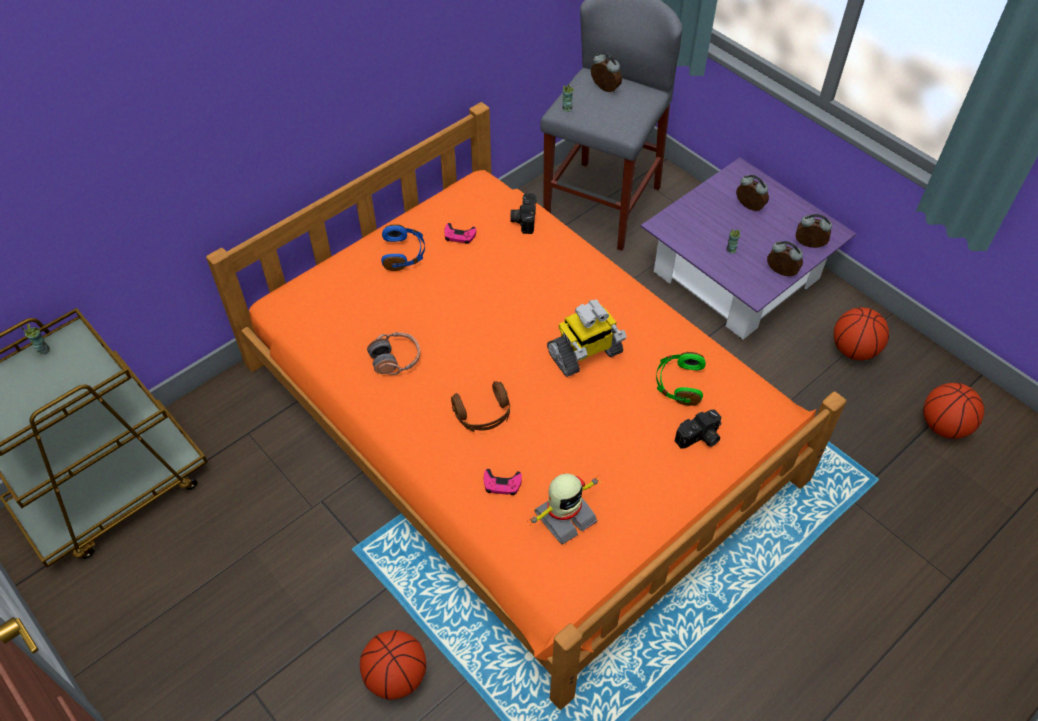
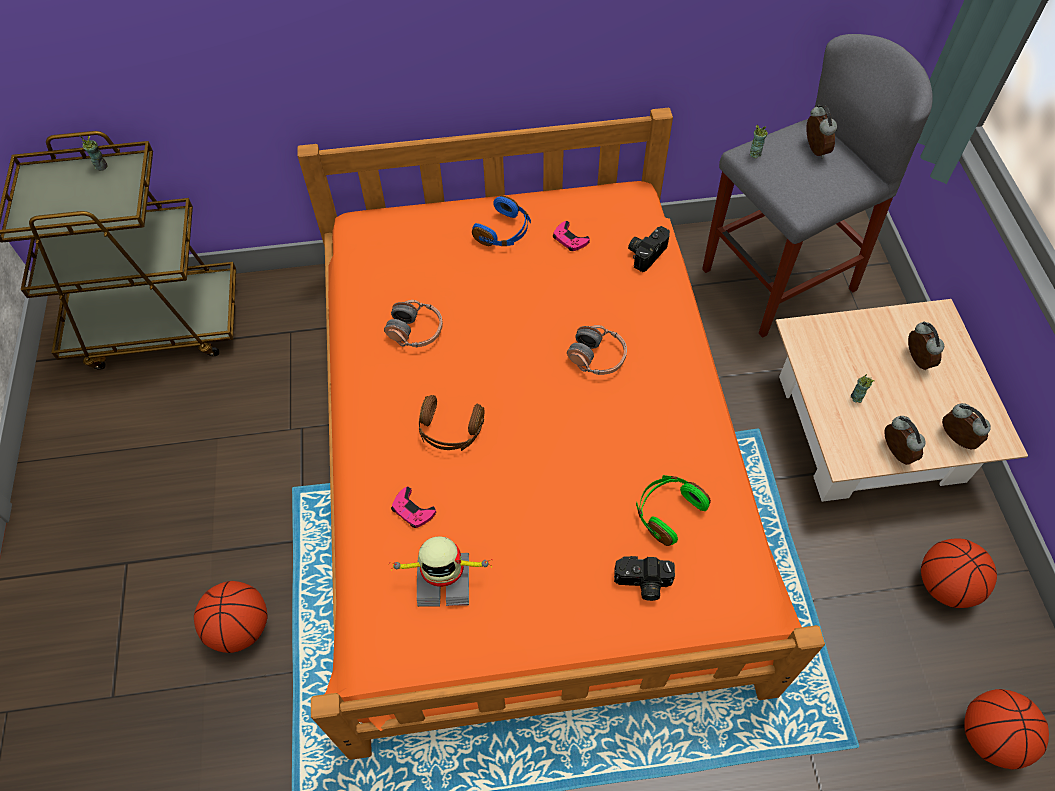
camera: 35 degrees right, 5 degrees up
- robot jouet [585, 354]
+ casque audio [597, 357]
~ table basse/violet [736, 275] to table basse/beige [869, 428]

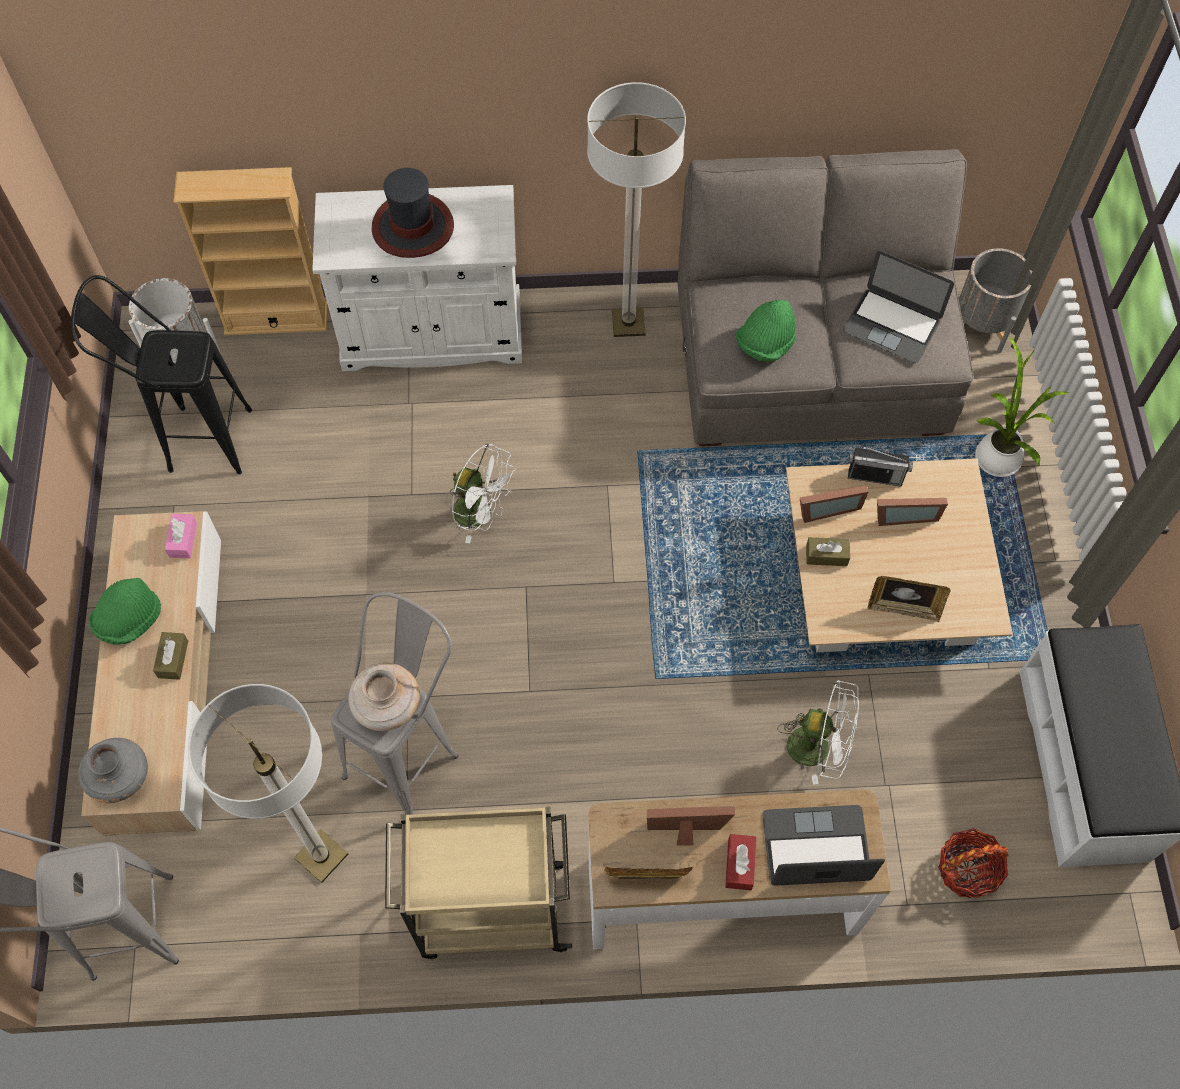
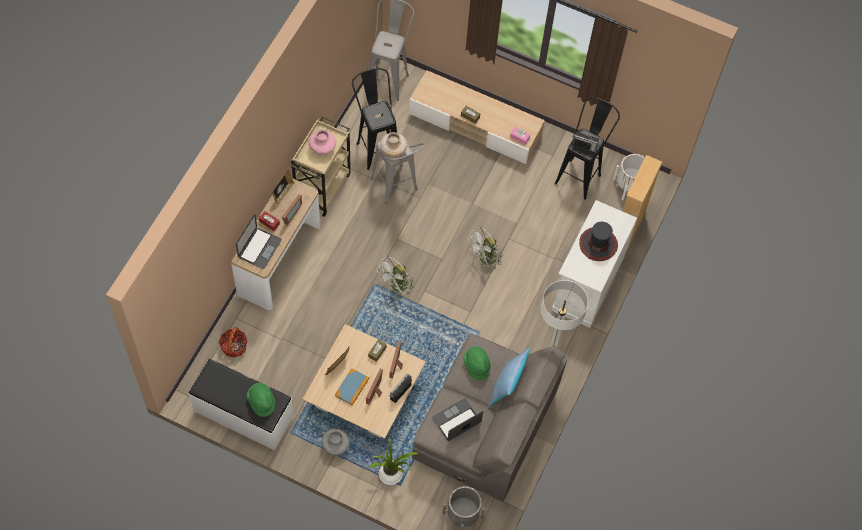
camera: 115 degrees right, 0 degrees up
+ vase/rose [323, 148]
+ livre [352, 387]
+ coussin [507, 387]
+ radio [584, 146]
~ vase/gris [121, 778] to [336, 446]
~ chapeau/vert [129, 620] to [261, 402]
~ ventilateur/blanc [818, 747] to [396, 286]
~ lampadaire [321, 856] to tabouret/noir [376, 146]

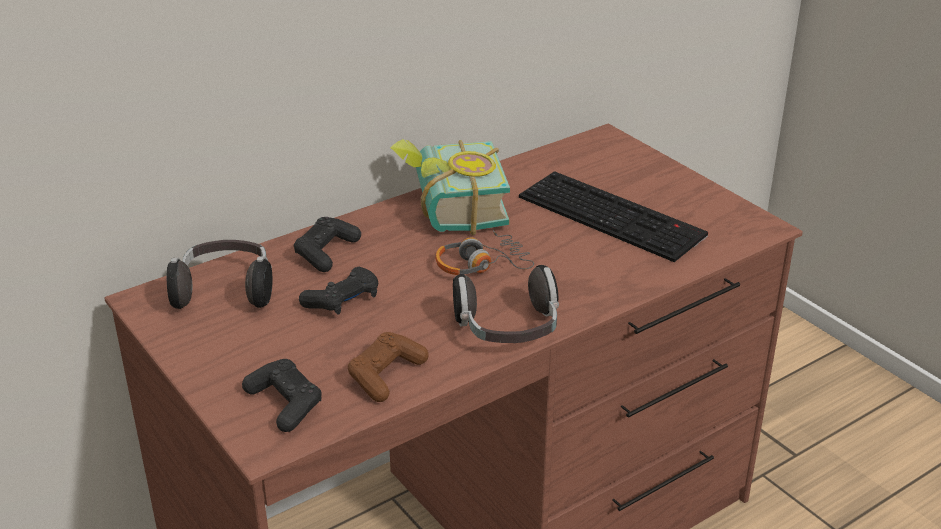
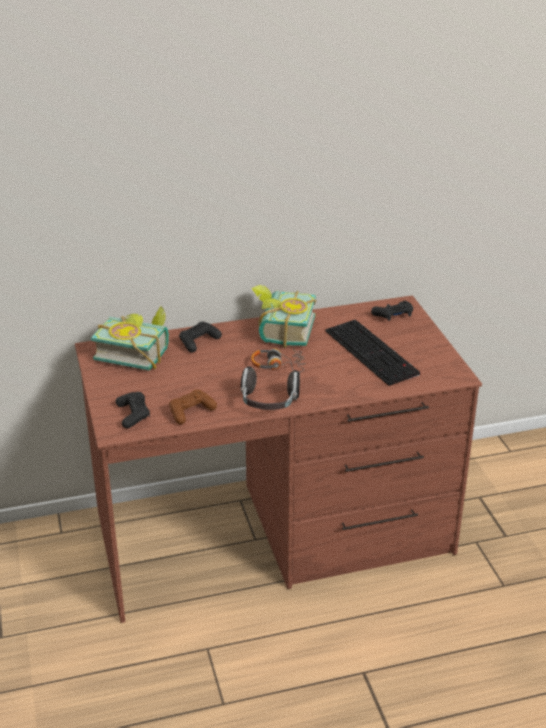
camera: 20 degrees right, 0 degrees up
~ manette/noir [343, 301] to [393, 315]
~ casque audio [225, 291] to livre [135, 352]

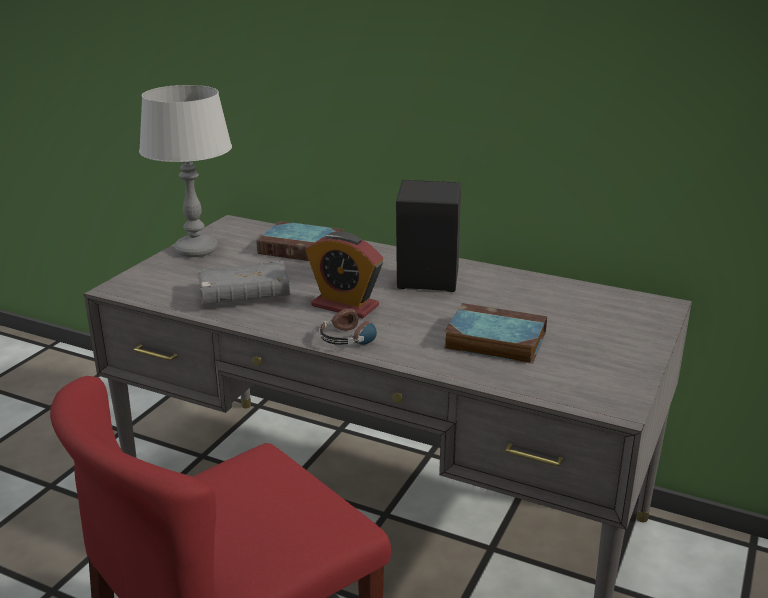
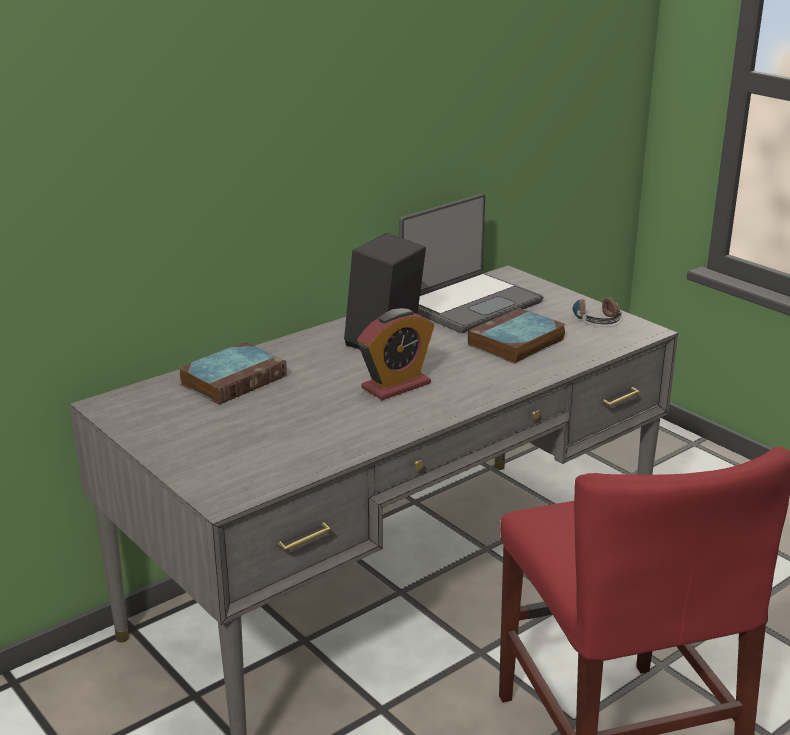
camera: 65 degrees left, 0 degrees up
- lampe de table/gris [196, 250]
- livre/gris [244, 296]
+ ordinateur portable [469, 304]
~ casque audio [355, 336] to [595, 317]

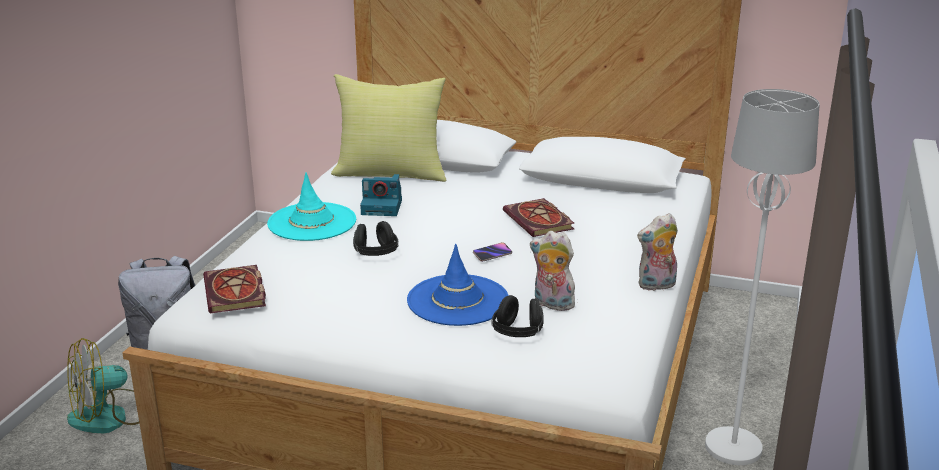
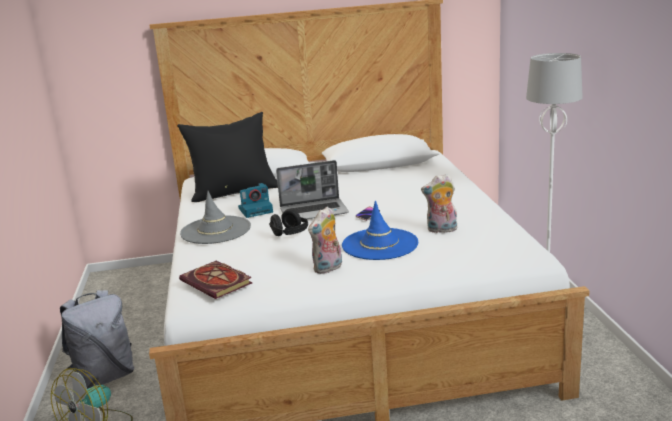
camera: 25 degrees left, 5 degrees down
- casque audio/noir [518, 333]
- livre [540, 221]
+ ordinateur portable [314, 211]
~ peluche [656, 286] to [328, 268]
~ chapeau/turquoise [312, 222] to chapeau/gris [216, 230]
~ coussin/jaune [391, 173] to coussin/noir [234, 191]

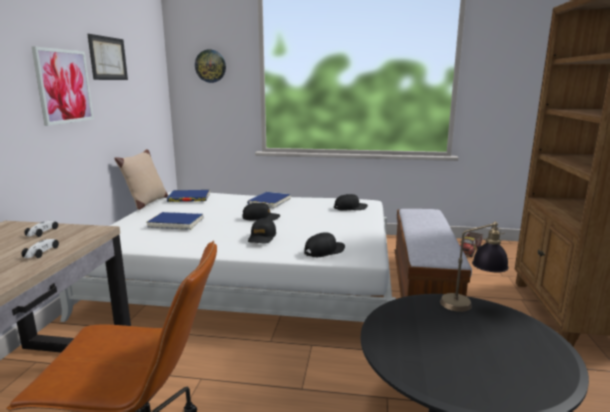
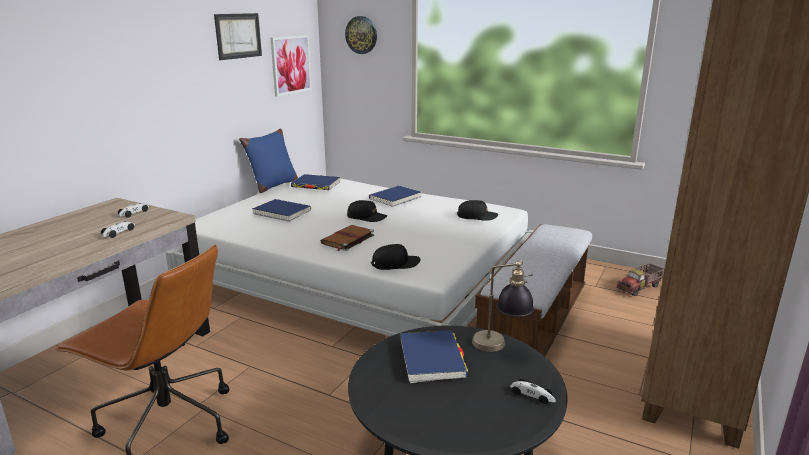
camera: 20 degrees right, 5 degrees up
+ livre/bleu [432, 359]
+ petite voiture [532, 395]
~ tableau [64, 86] to [291, 65]
~ casquette/noir [262, 237] to livre/marron [347, 240]
~ coussin/beige [146, 203] to coussin/bleu [273, 186]

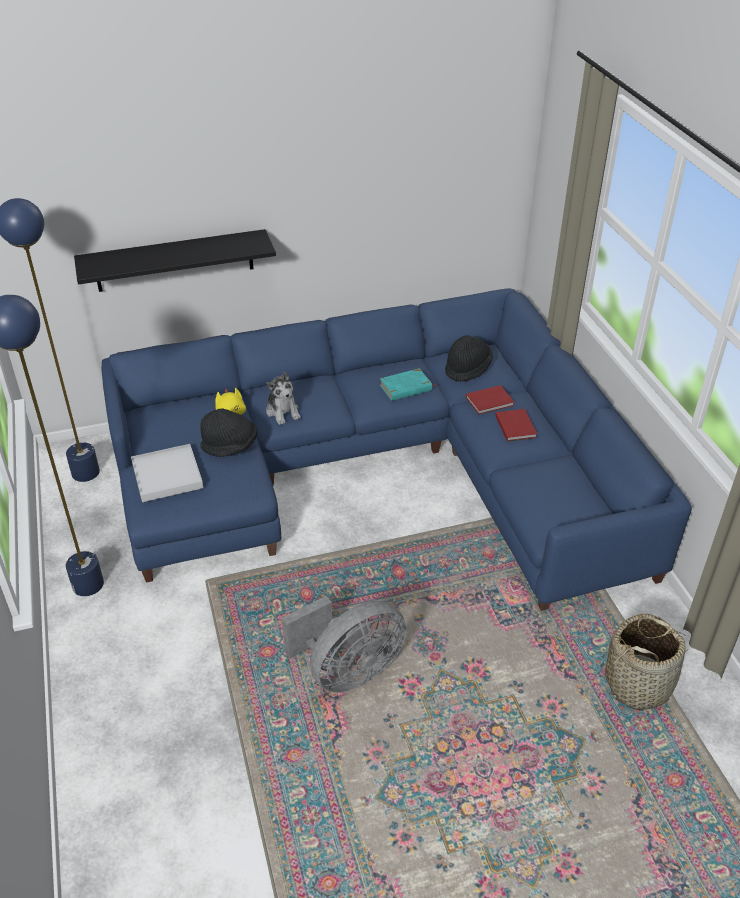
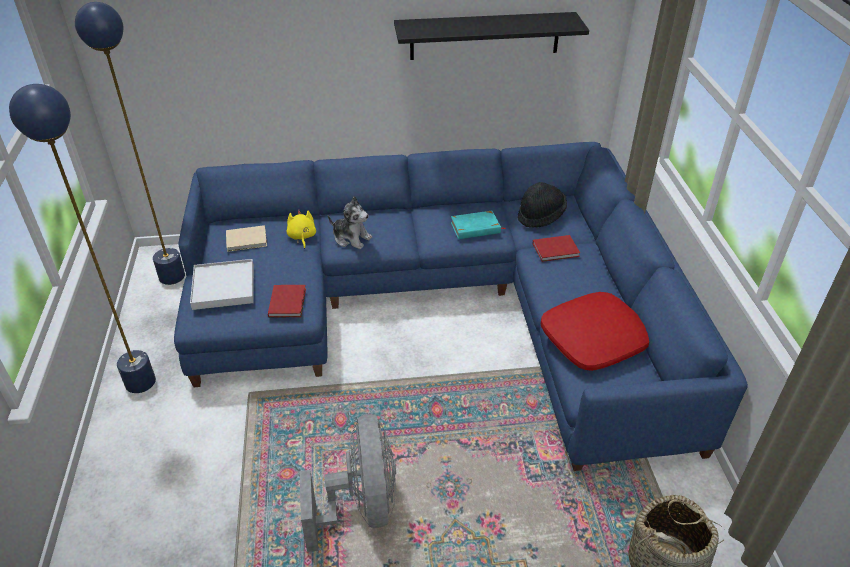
camera: 10 degrees right, 0 degrees up
- chapeau/noir [230, 446]
+ livre/beige [247, 240]
+ coussin/rouge [593, 339]
~ étagère/noir [174, 261] to [485, 36]
~ livre/rouge [516, 426] to [288, 302]
~ peluche [283, 411] = [351, 238] 45 degrees counterclockwise
~ ventilateur/gris [348, 671] = [361, 506] 75 degrees counterclockwise

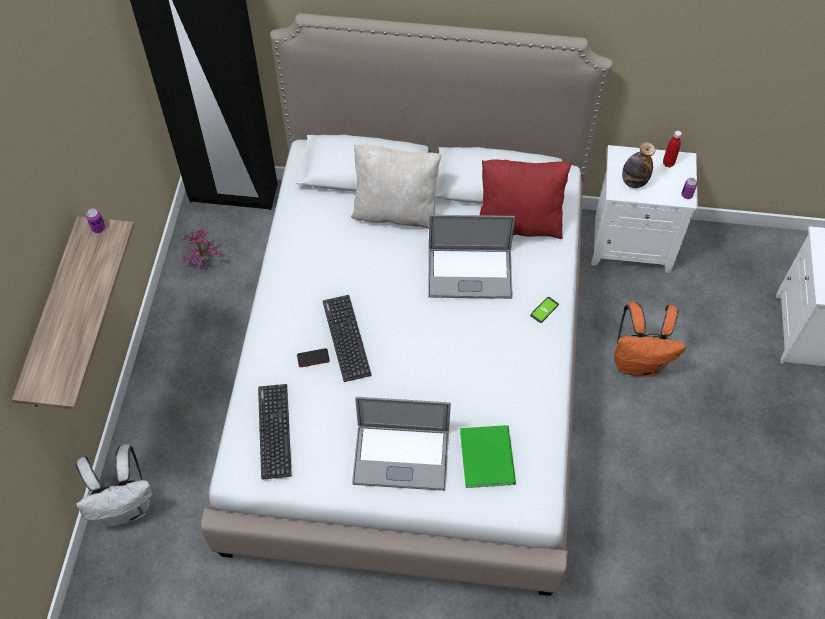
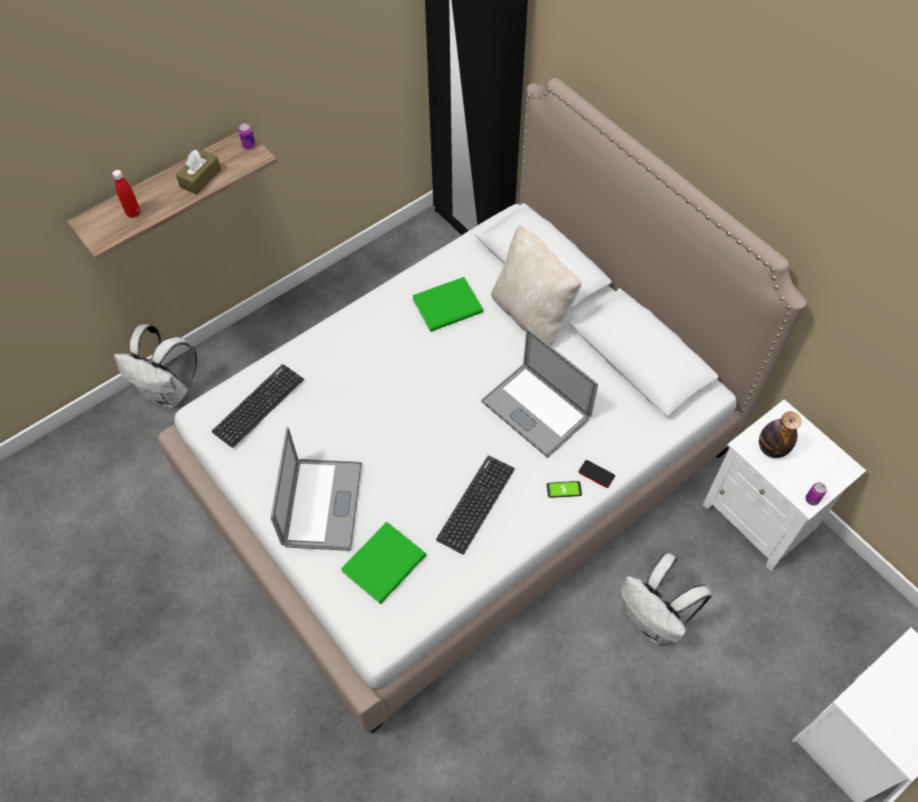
camera: 45 degrees right, 0 degrees up
- plante en pot [204, 262]
- coussin/rouge [519, 223]
+ boîte à mouchoirs/marron [200, 178]
+ livre/vert [450, 306]
~ téléphone [313, 358] to [596, 474]
~ clavier [346, 338] to [476, 504]
~ bouteille/rouge [668, 163] to [133, 213]
~ sac à dos/orange [638, 363] to sac à dos/blanc [654, 620]
~ ordinateur portable [401, 457] = [322, 504] 135 degrees counterclockwise

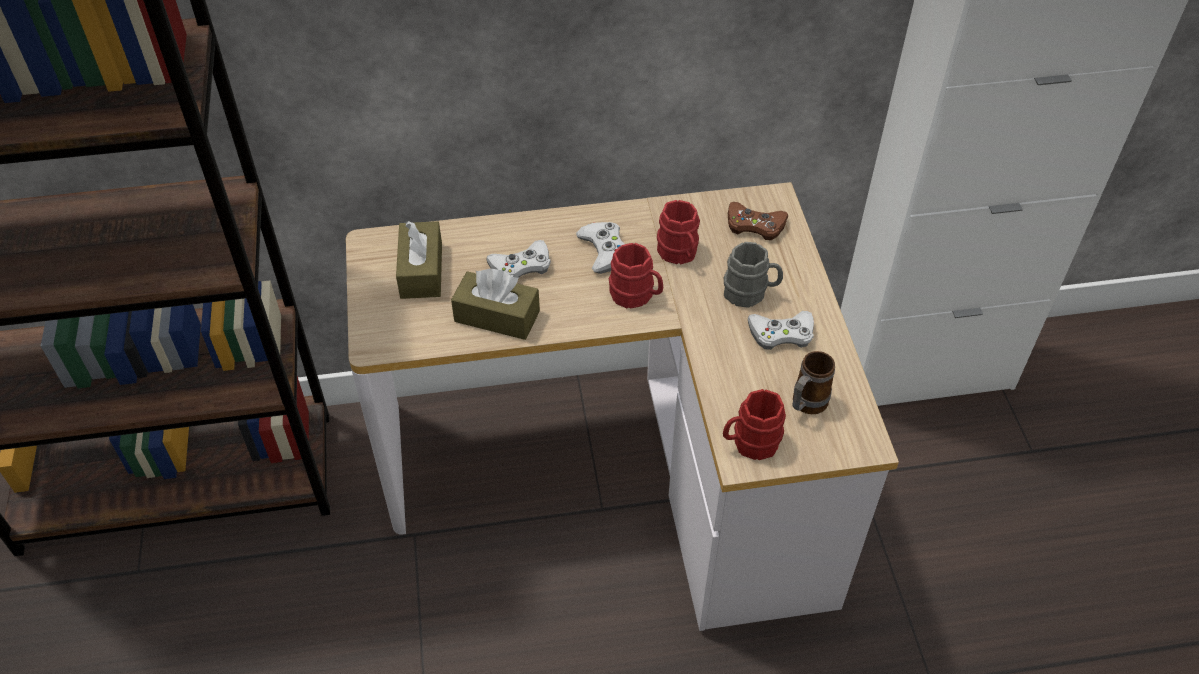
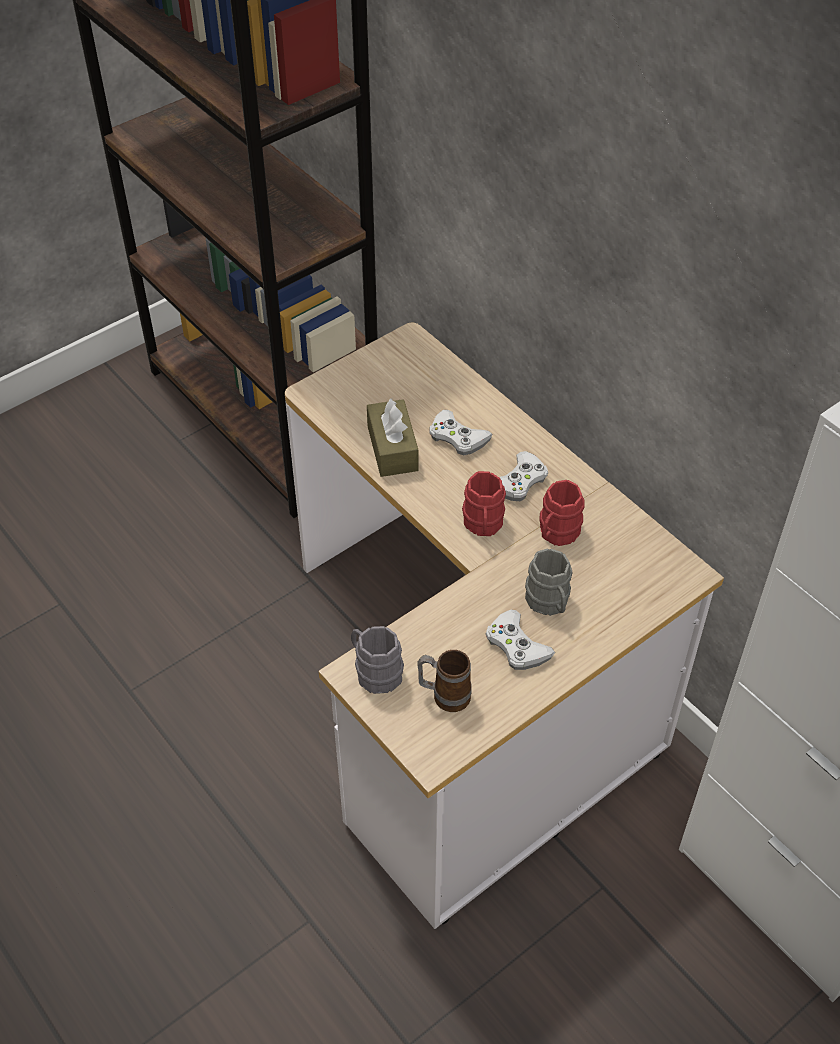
camera: 60 degrees right, 0 degrees up
- boîte à mouchoirs/marron [421, 271]
- manette/marron [755, 225]
~ mug/rouge [750, 443] to mug/gris [374, 671]

